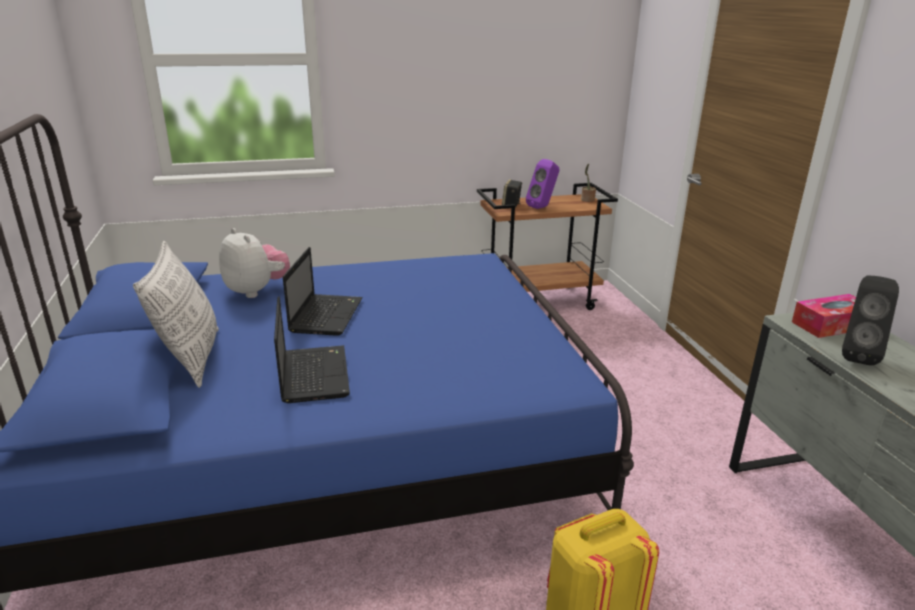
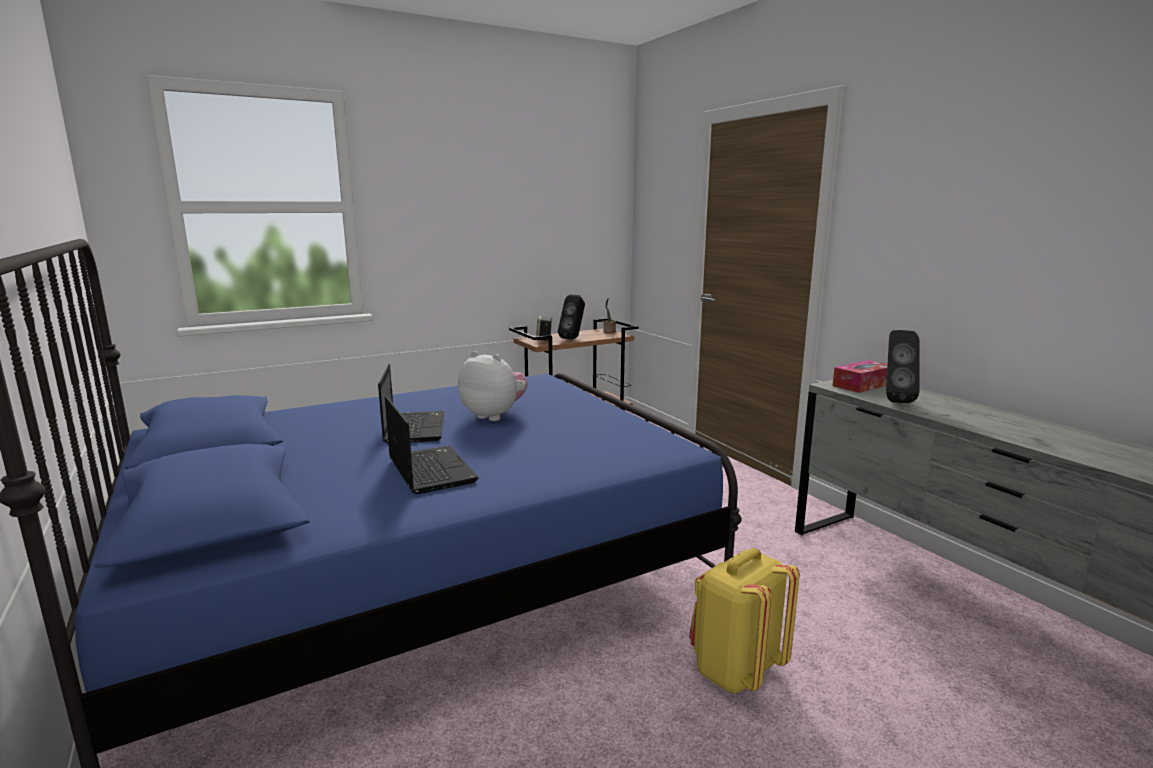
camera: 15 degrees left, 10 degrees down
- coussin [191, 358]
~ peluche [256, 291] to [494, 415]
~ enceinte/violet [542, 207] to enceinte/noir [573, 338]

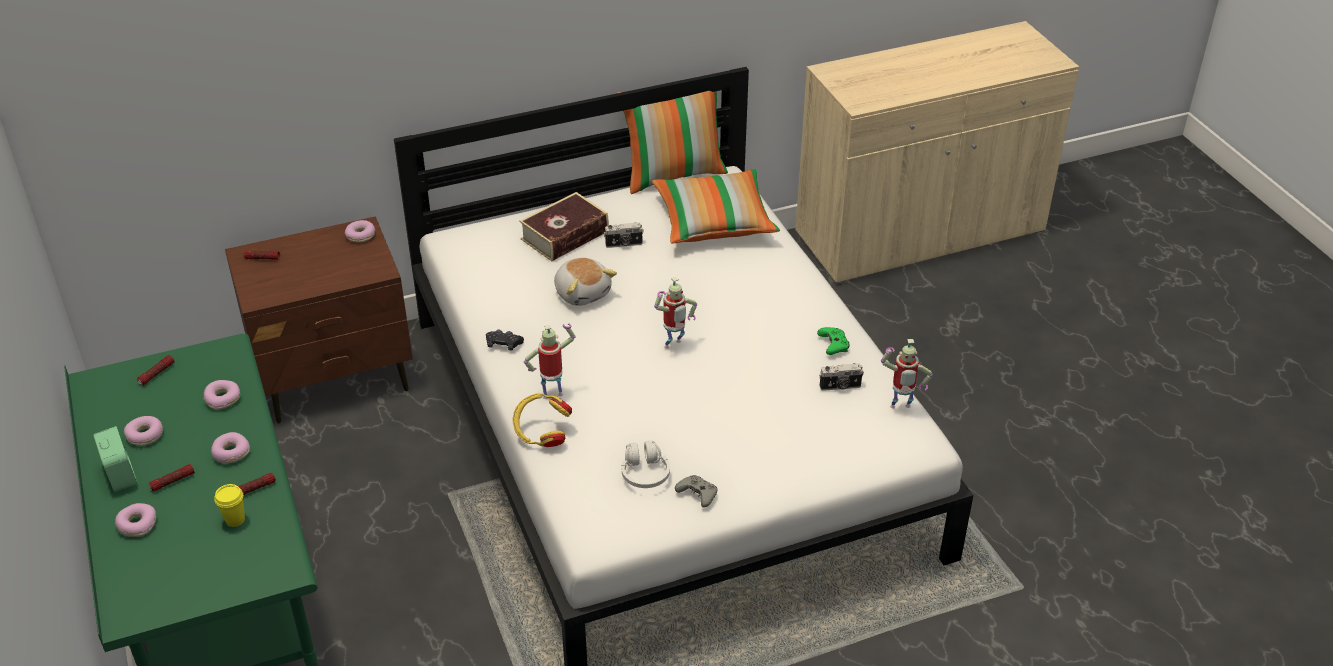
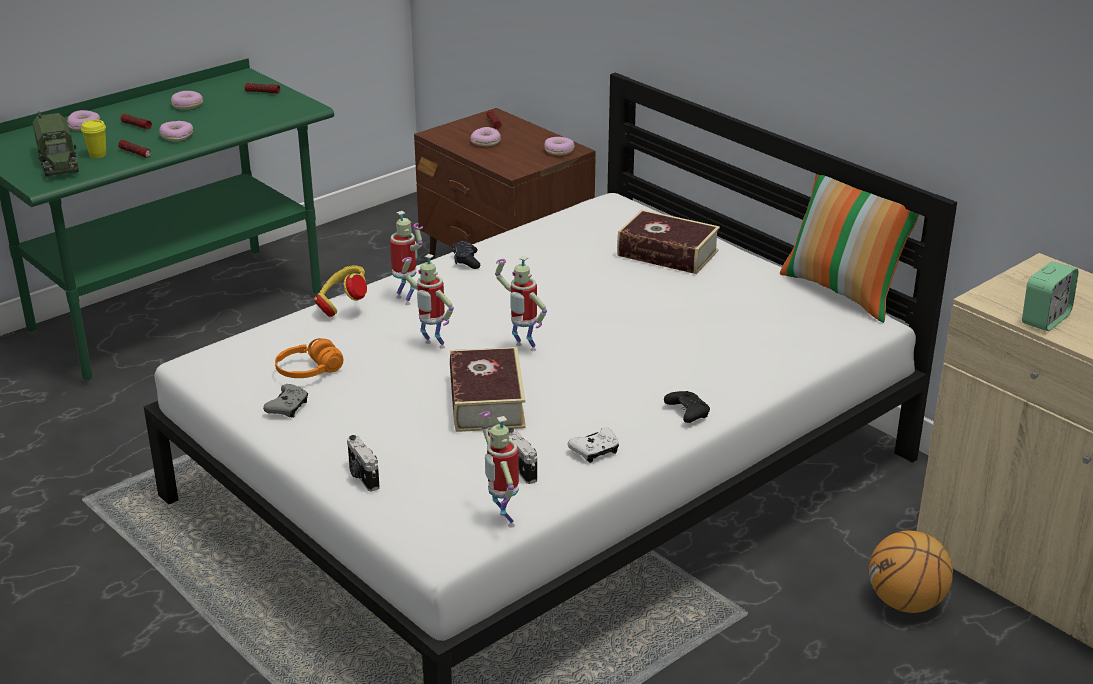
camera: 70 degrees right, 10 degrees down
- peluche [583, 292]
- coussin [714, 221]
+ camion jouet [58, 163]
+ robot jouet [432, 346]
+ livre [486, 401]
+ manette/noir [687, 413]
+ ballon de basket [906, 603]
~ réveil [121, 475] to [1045, 319]
~ beignet [223, 399] to [486, 142]
~ appareil photo [624, 244] to [362, 476]
~ casque audio/blanc [645, 473] to casque audio/orange [309, 371]
~ manette/vert [833, 345] to manette/blanc [595, 451]

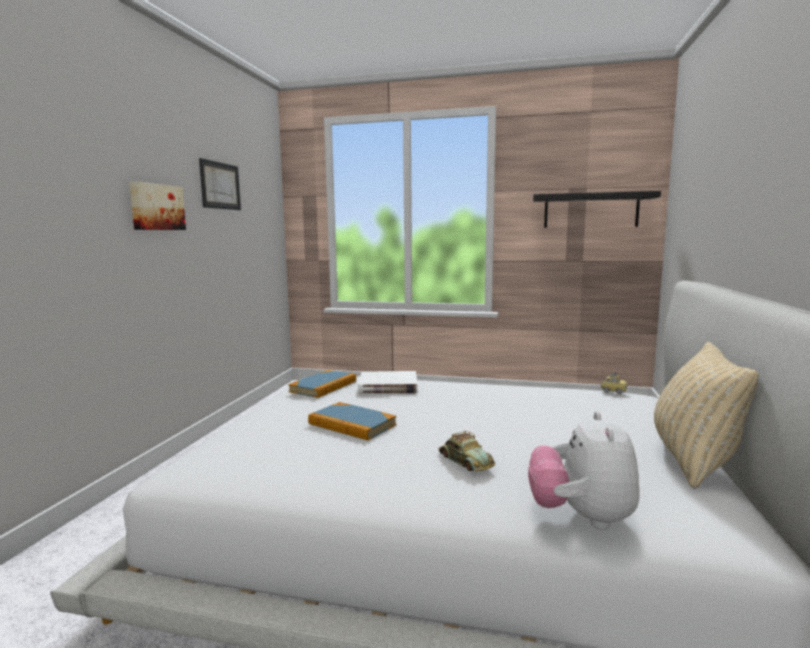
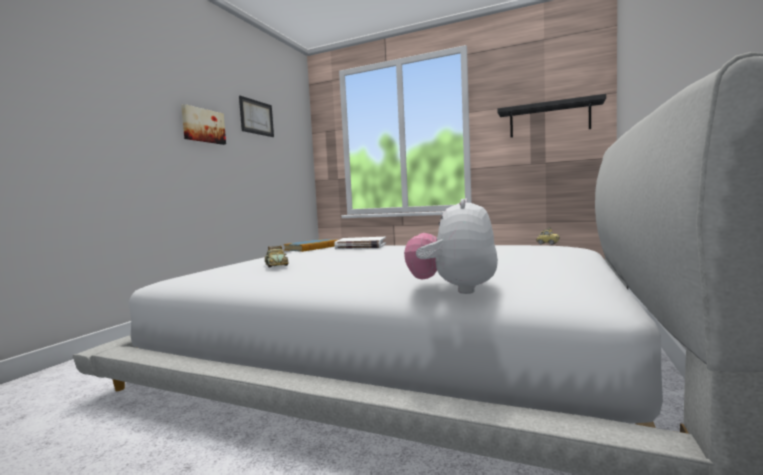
camera: 10 degrees right, 5 degrees down
- livre [352, 424]
- coussin/beige [694, 461]
~ petite voiture [465, 461] to [276, 265]

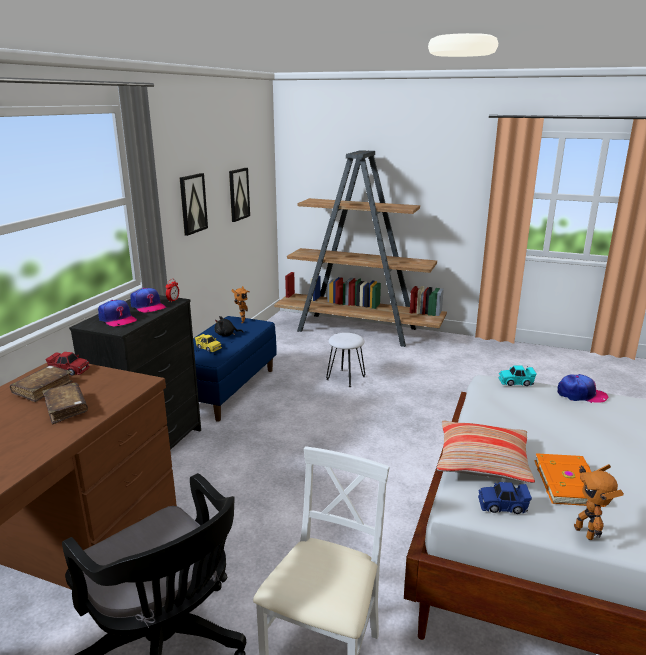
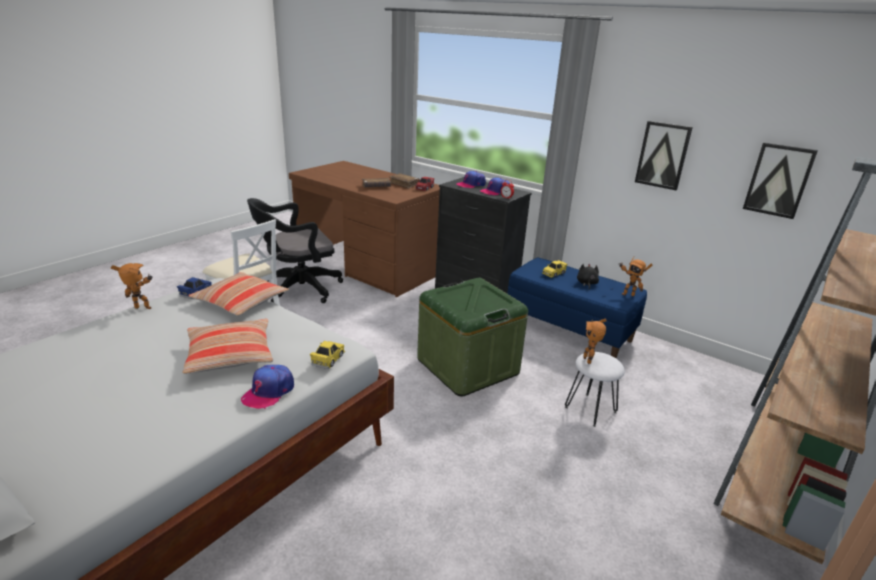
camera: 105 degrees right, 5 degrees up
- livre/orange [569, 482]
+ coussin [230, 355]
+ boîte de rangement/vert [467, 366]
+ robot jouet [588, 360]
~ petite voiture/turquoise [516, 382] to petite voiture/jaune [328, 359]

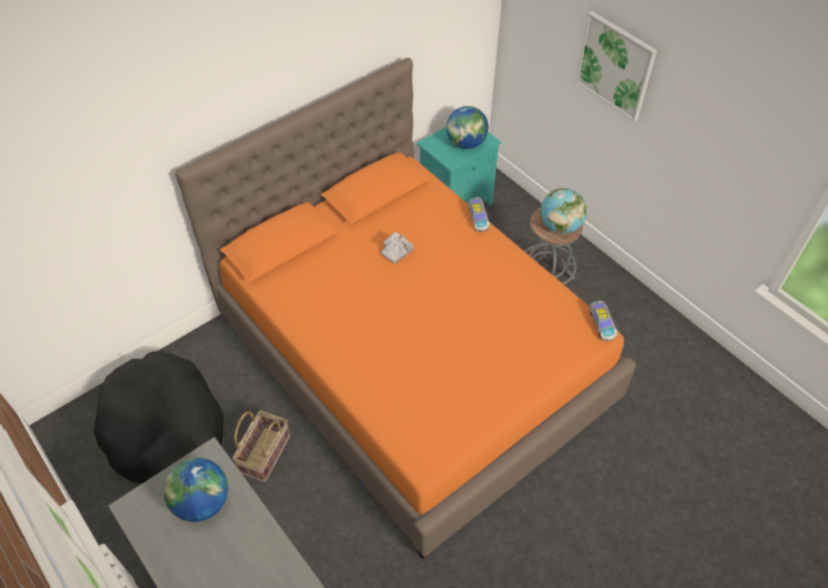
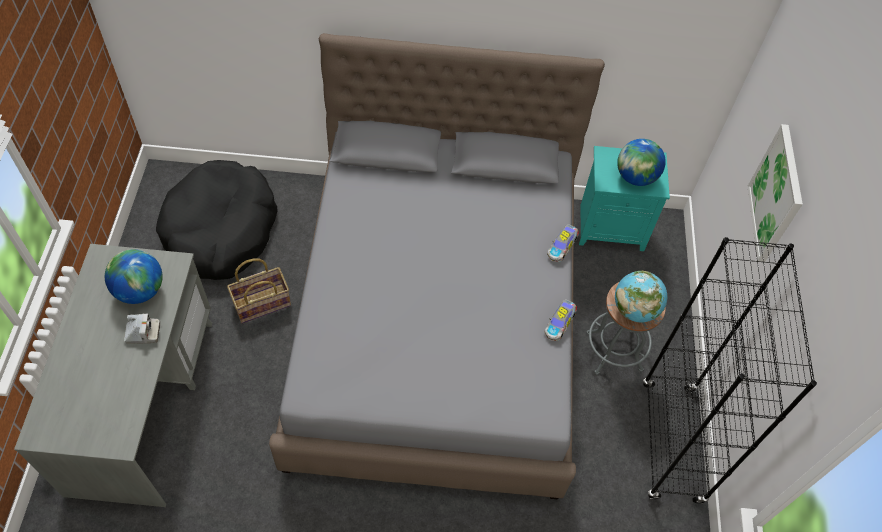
camera: 40 degrees right, 5 degrees up
+ bibliothèque/noir [671, 442]
~ appareil photo [397, 252] to [143, 333]
~ petite voiture [601, 324] to [559, 323]
~ lit/orange [413, 358] to lit/gris [436, 324]

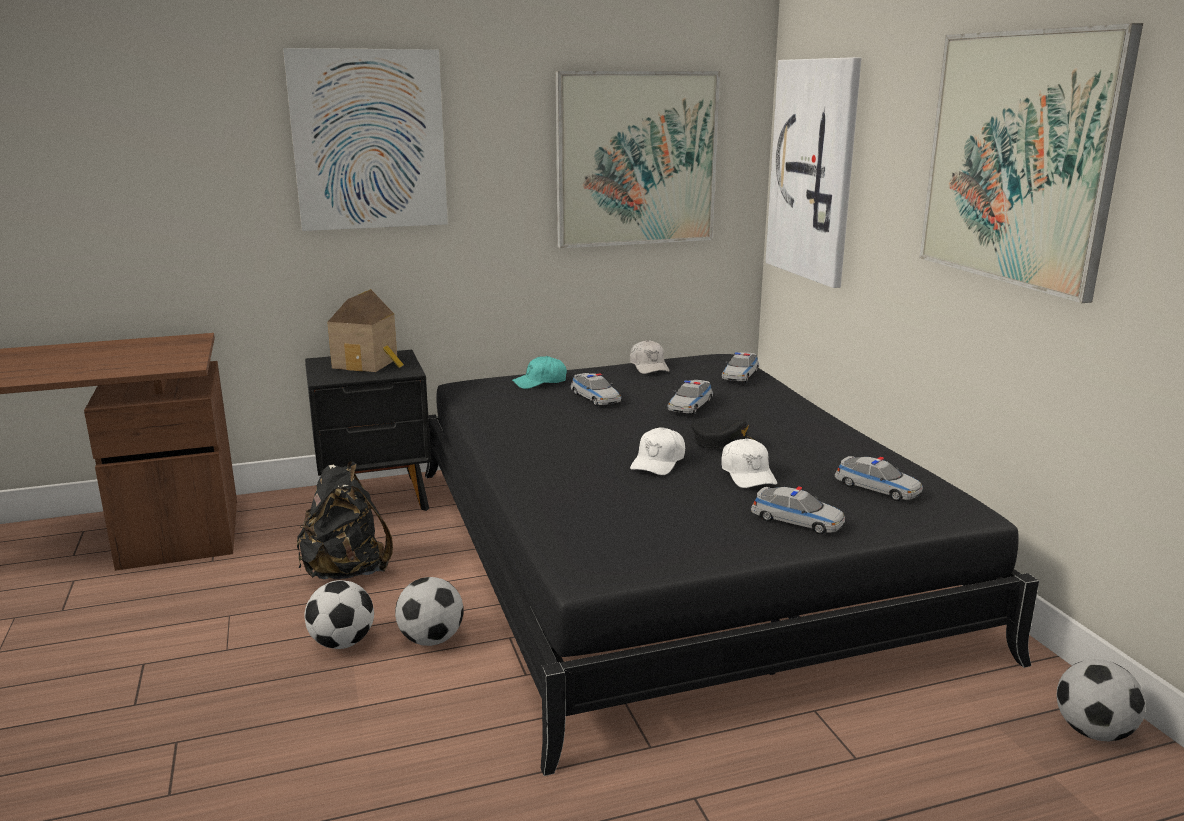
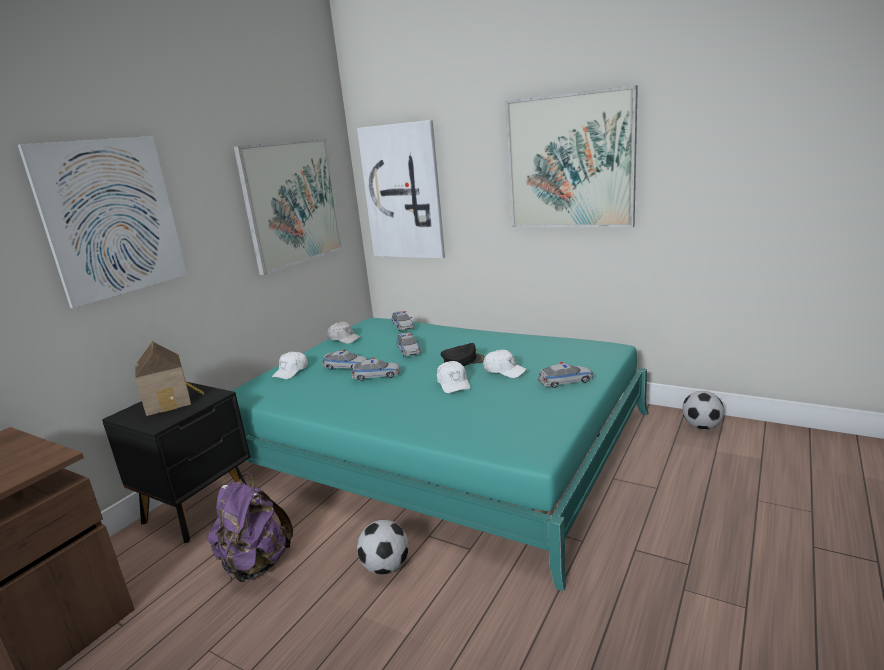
camera: 40 degrees left, 0 degrees up
- ballon de foot [342, 643]
~ petite voiture [877, 488] to [376, 375]
~ sac à dos/noir [346, 571] to sac à dos/violet [256, 564]
~ lit/noir [669, 553] to lit/turquoise [438, 443]
~ casquette/turquoise [540, 382] to casquette/blanc [291, 371]

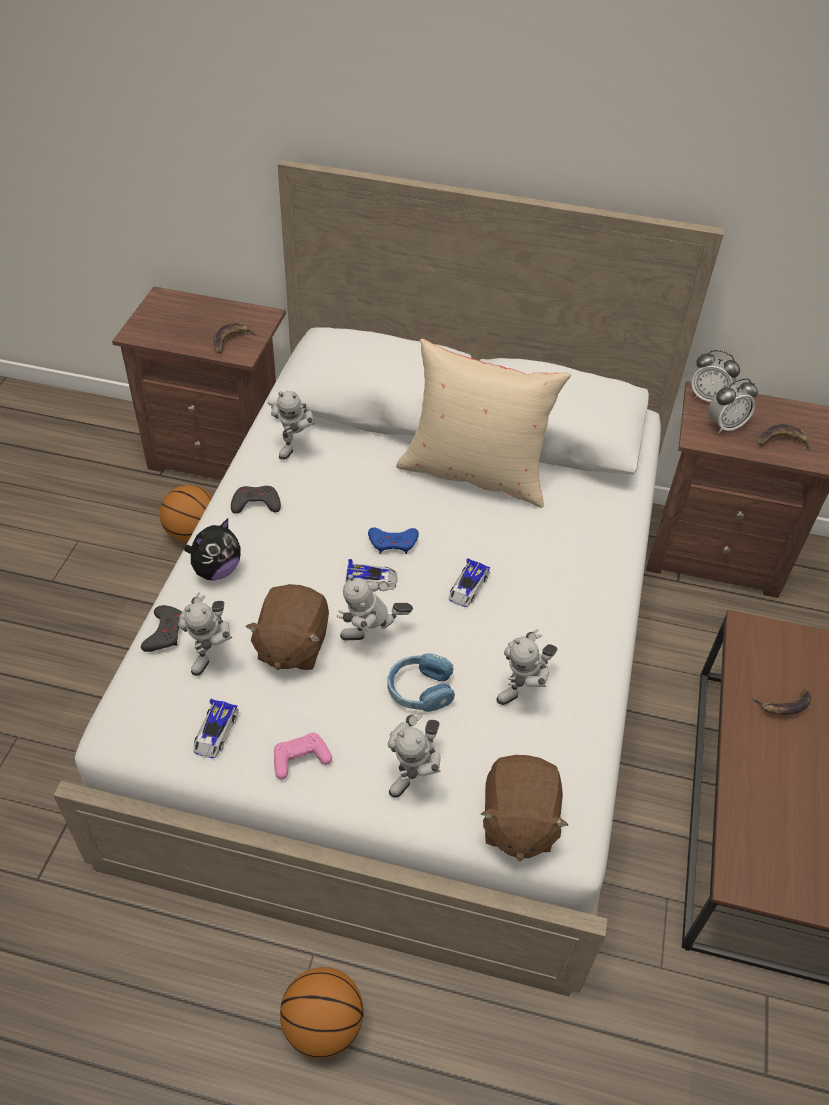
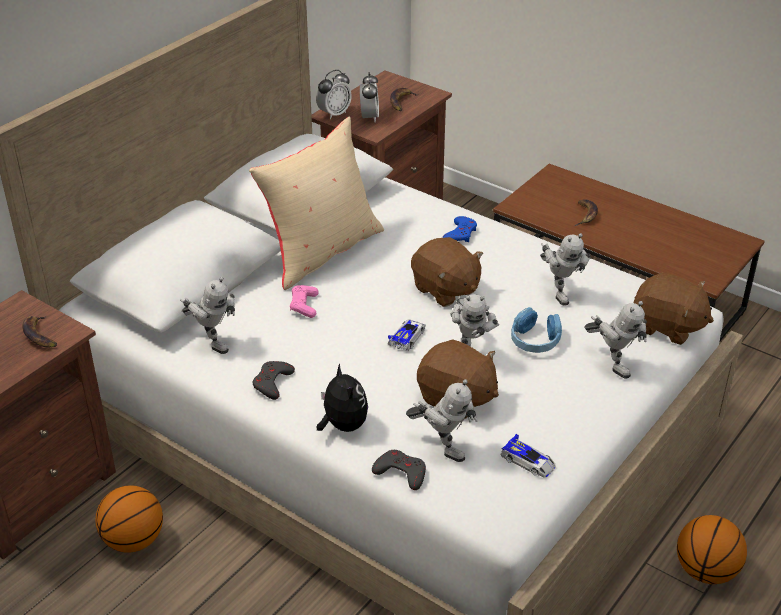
camera: 65 degrees left, 10 degrees down
~ manette/rose [300, 759] to [304, 306]
~ manette/bleu [393, 543] to [460, 234]
~ petite voiture [468, 587] to peluche/marron [445, 290]

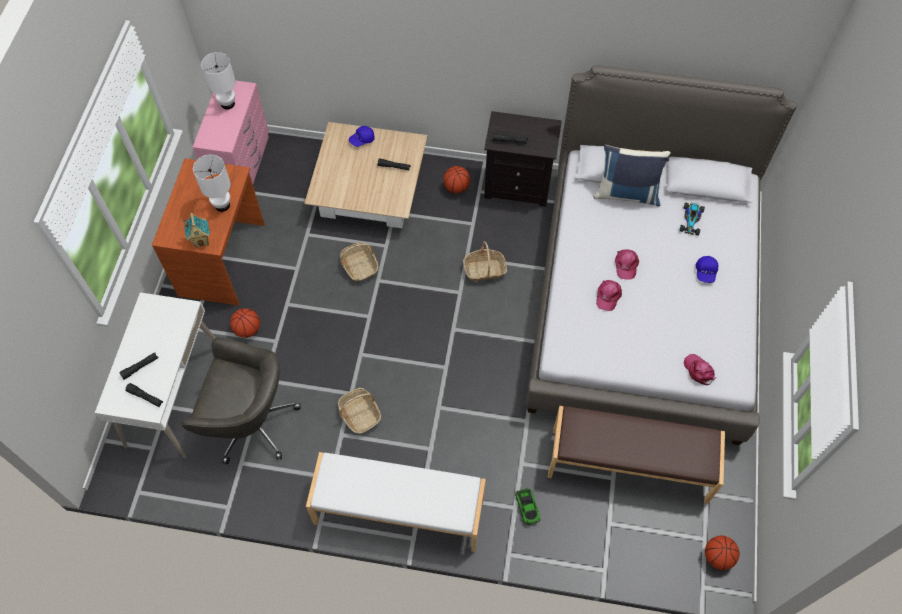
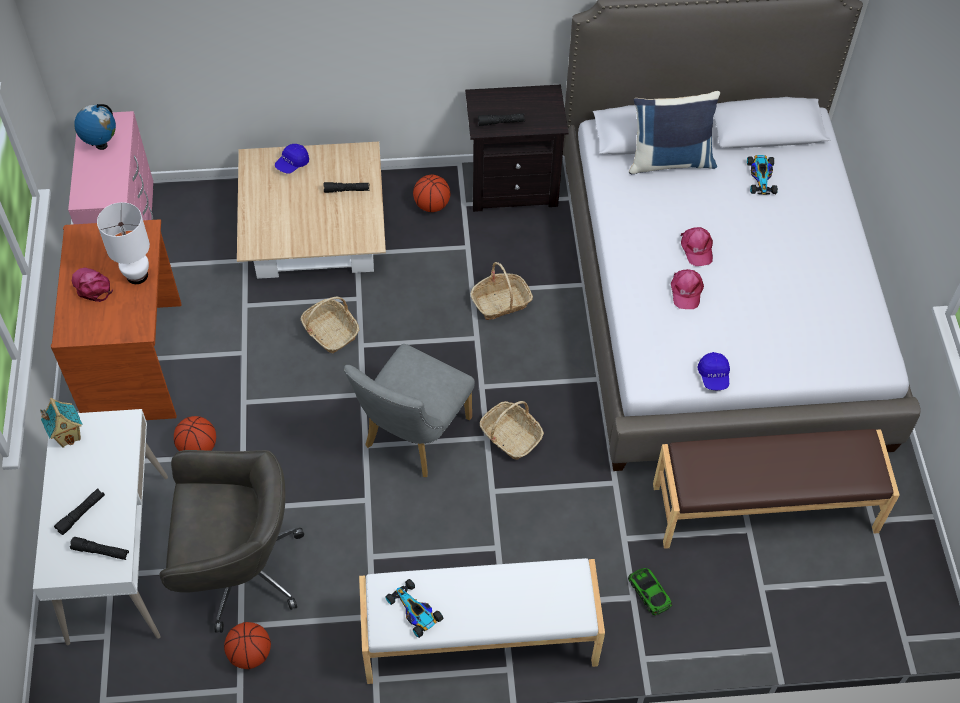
camera: 15 degrees left, 5 degrees down
+ chaise/gris [412, 437]
+ petite voiture [415, 611]
~ maison miniature [201, 240] to [68, 436]
~ panier [360, 414] to [510, 436]
~ casquette/rose [699, 371] to [92, 286]
~ casquette/bleu [705, 272] to [713, 376]
~ ballon de basket [718, 556] to [250, 654]
~ lampe de table/blanc [227, 104] to globe [101, 145]

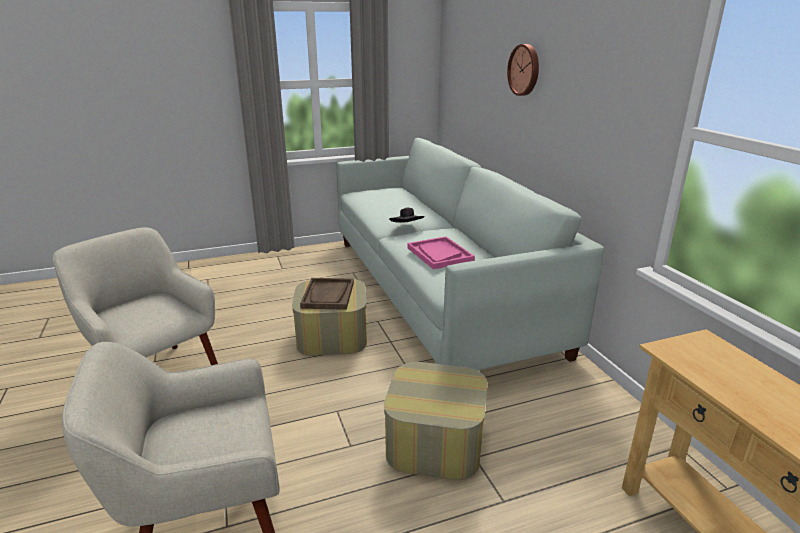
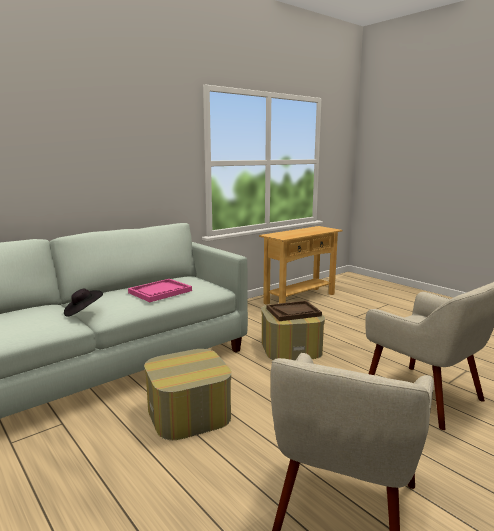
camera: 110 degrees left, 10 degrees down
- horloge murale [525, 70]
~ plateau/marron [328, 295] to [293, 312]

